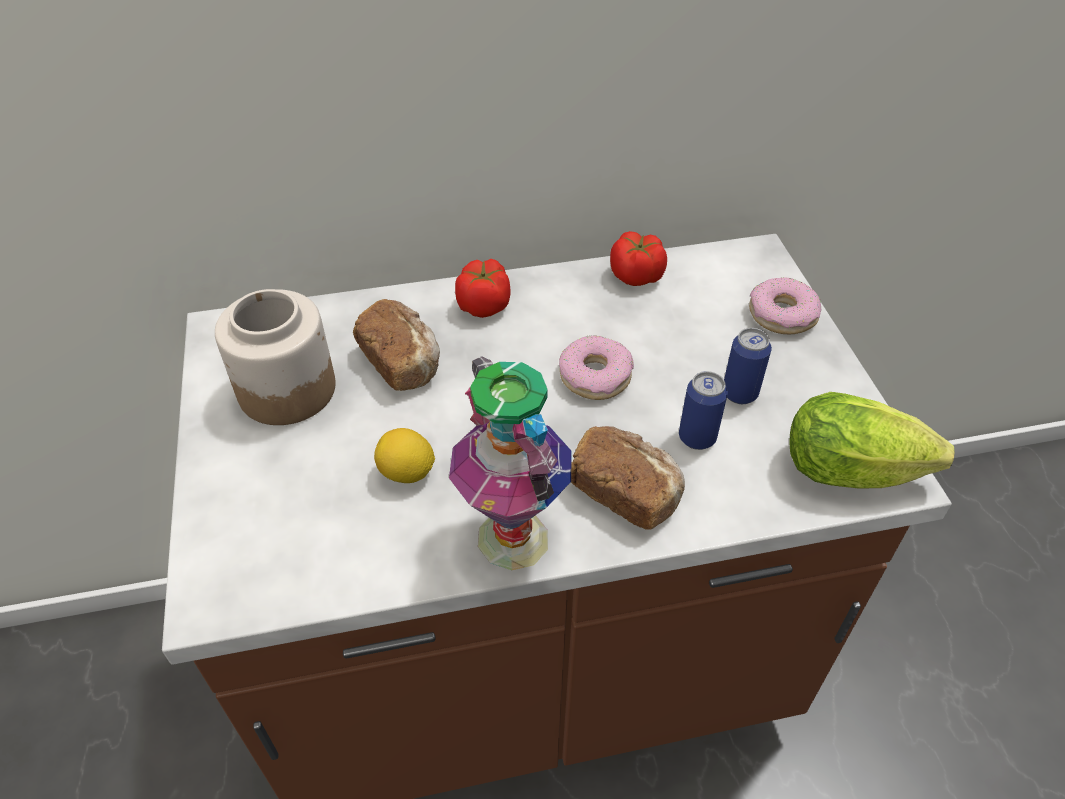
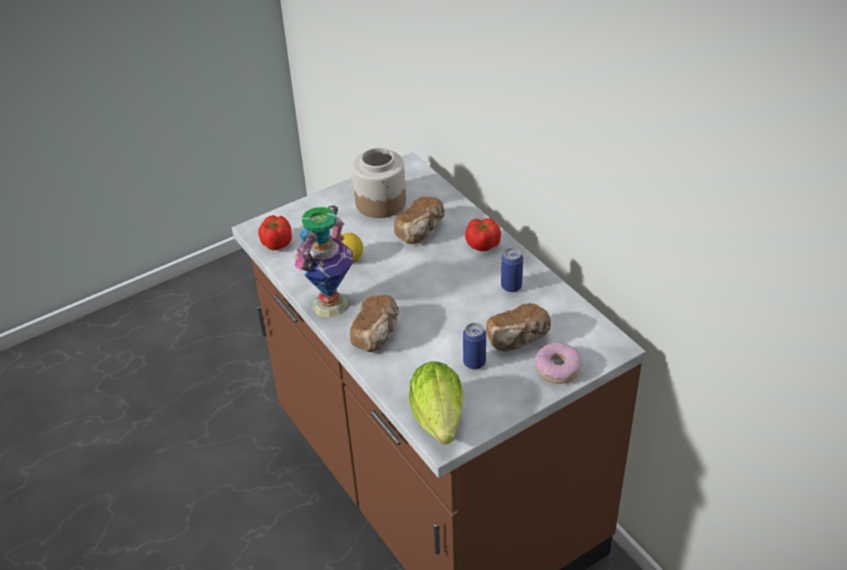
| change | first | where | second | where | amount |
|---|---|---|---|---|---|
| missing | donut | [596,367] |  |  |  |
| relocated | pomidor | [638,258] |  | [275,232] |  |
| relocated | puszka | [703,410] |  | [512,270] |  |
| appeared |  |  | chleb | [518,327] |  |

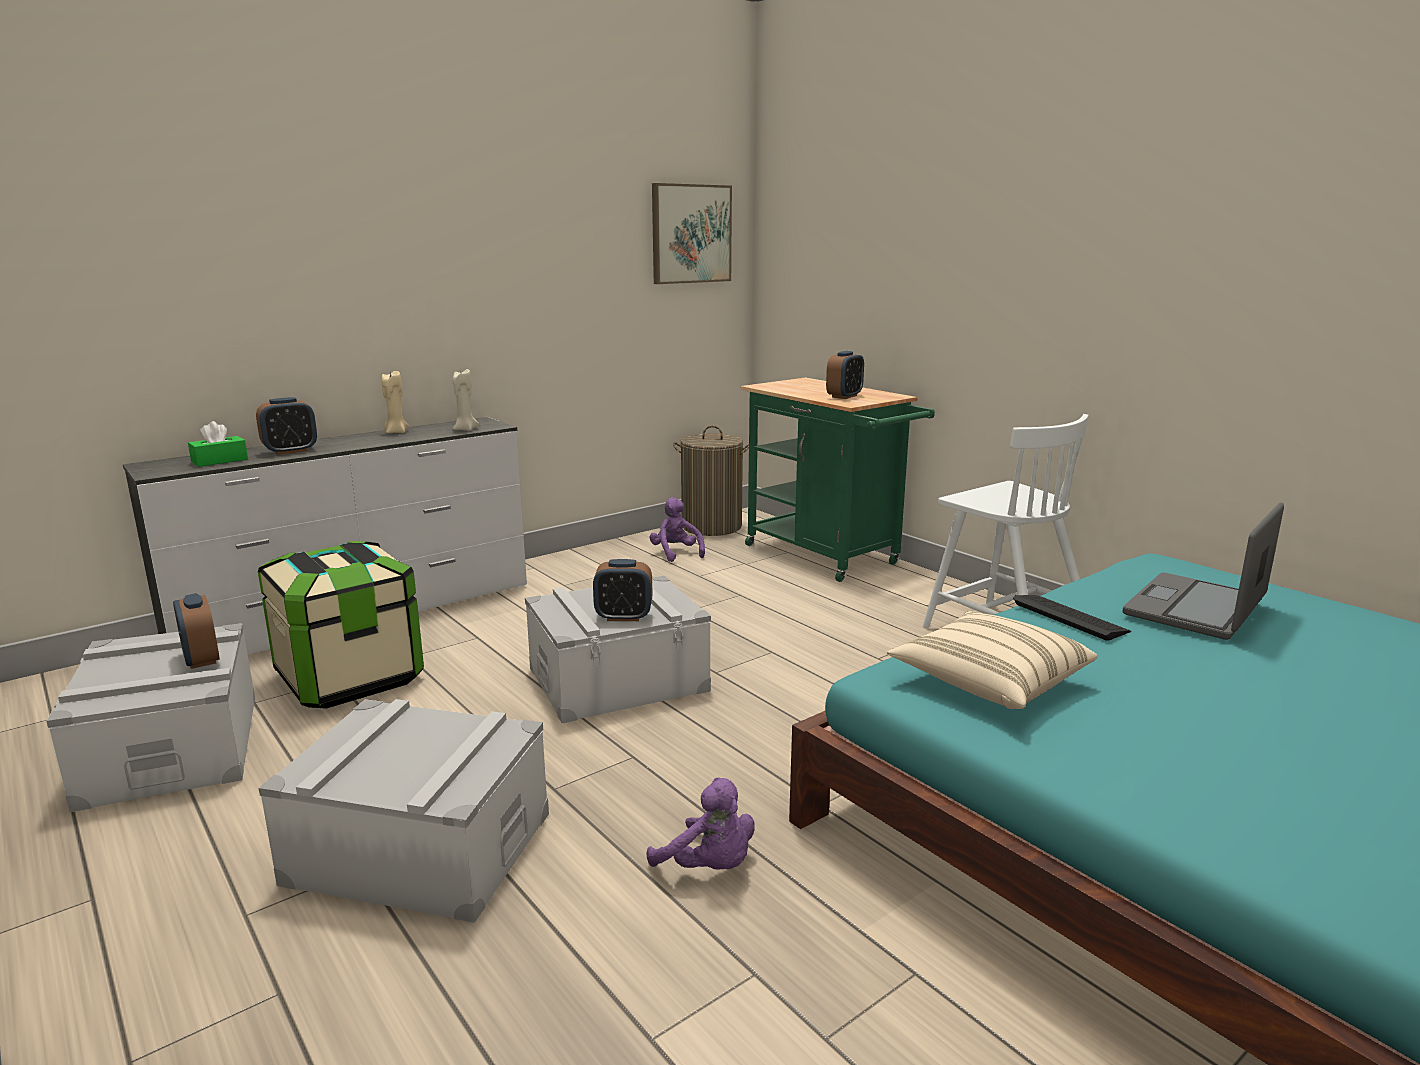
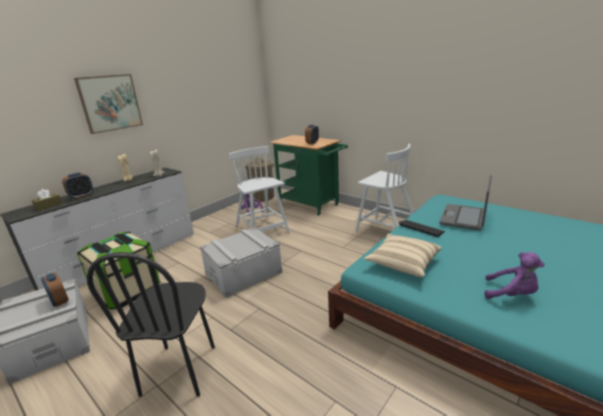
| change | first | where | second | where | amount |
|---|---|---|---|---|---|
| colour | pudełko chusteczek (zielony) | [218,444] | pudełko chusteczek (brązowy) | [47,200] |  |
| exchanged | pojemnik do przechowywania (szary) | [403,811] | krzesło (czarny) | [151,324] |  |
| missing | budzik | [623,590] |  |  |  |
| relocated | pluszak (fioletowy) | [701,823] |  | [514,275] |  |
| relocated | obraz | [692,233] |  | [108,104] |  |
| appeared |  |  | krzesło (biały) | [259,189] |  |

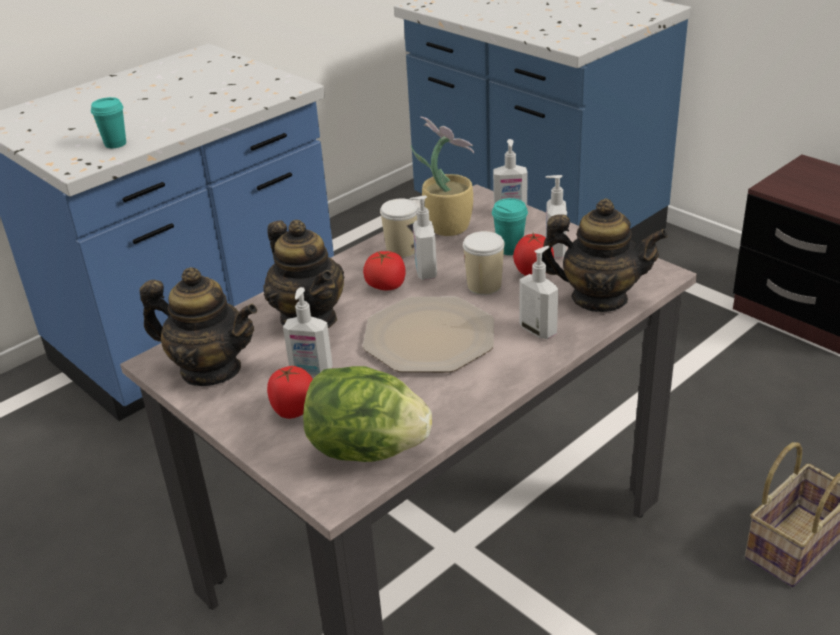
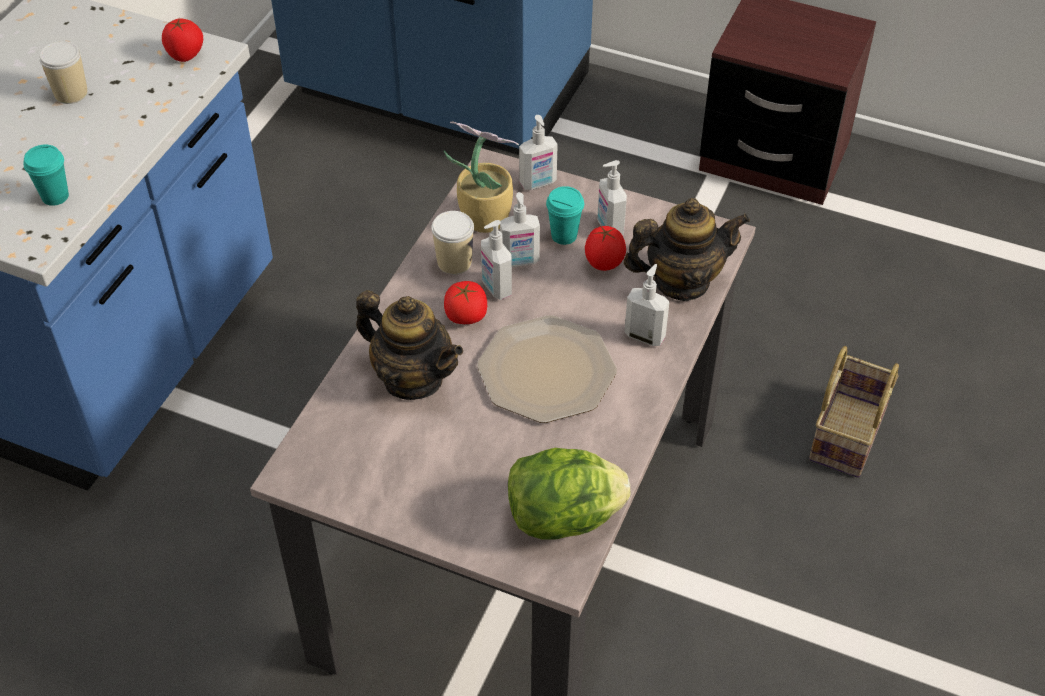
| change | first | where | second | where | amount |
|---|---|---|---|---|---|
| missing | imbryk | [198,326] |  |  |  |
| relocated | pomidor | [290,392] |  | [182,40] |  |
| relocated | dozownik mydła | [308,332] |  | [520,229] |  |
| relocated | filiżanka | [484,263] |  | [63,72] |  |

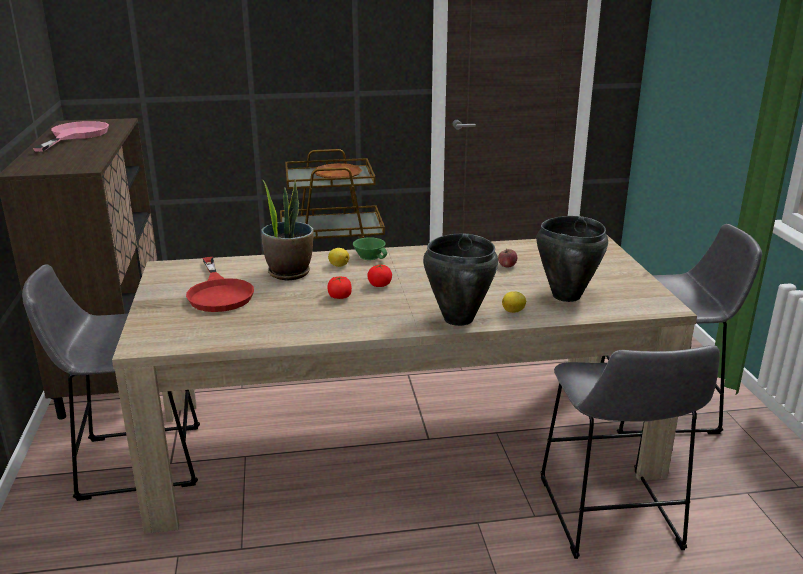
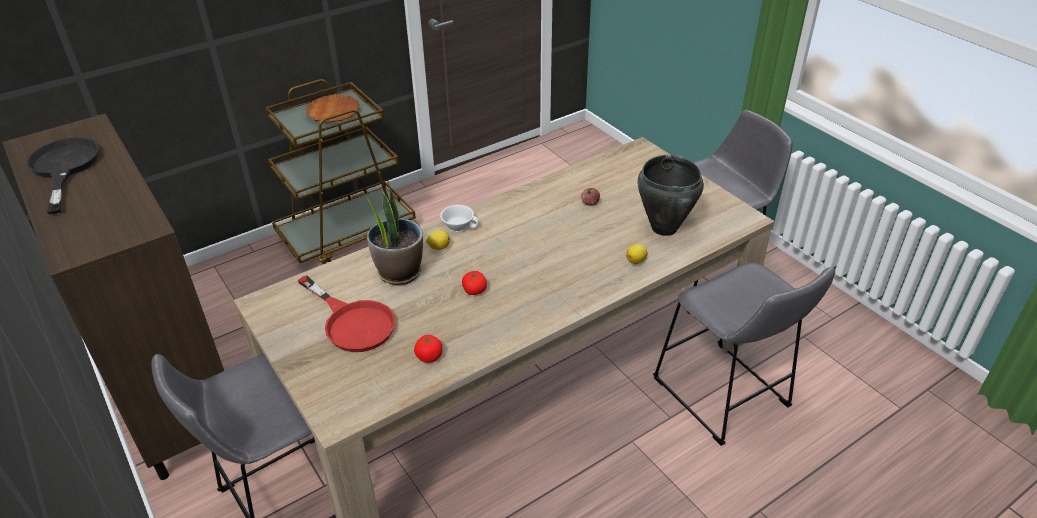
| change | first | where | second | where | amount |
|---|---|---|---|---|---|
| colour | patelnia (różowy) | [71,136] | patelnia (czarny) | [63,175] |  |
| colour | filiżanka (zielony) | [370,248] | filiżanka (biały) | [459,218] |  |
| relocated | pomidor | [379,276] |  | [428,349] |  |
| missing | garnek (czarny) | [460,279] |  |  |  |

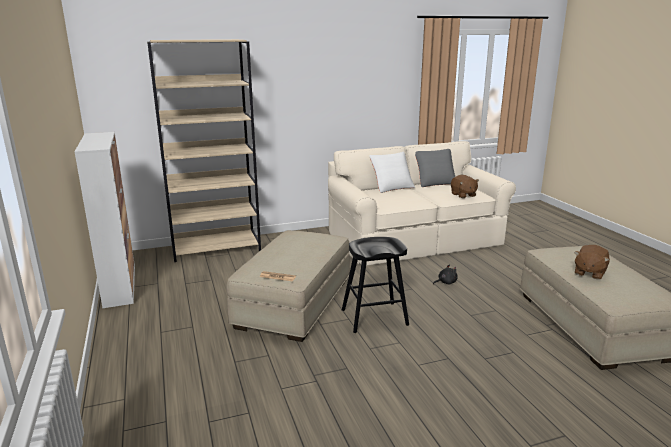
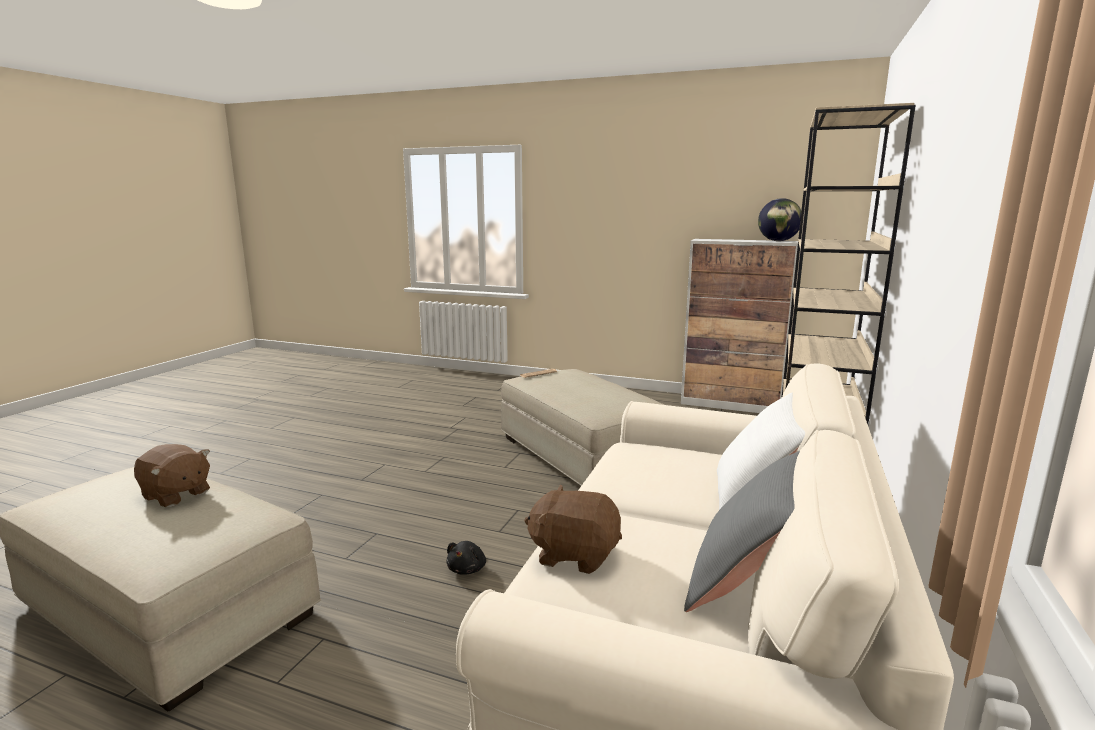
| change | first | where | second | where | amount |
|---|---|---|---|---|---|
| missing | stołek (czarny) | [375,285] |  |  |  |
| spun | pluszak (brązowy) | [592,262] |  | [172,475] | 135 degrees clockwise |
| appeared |  |  | globus | [779,219] |  |

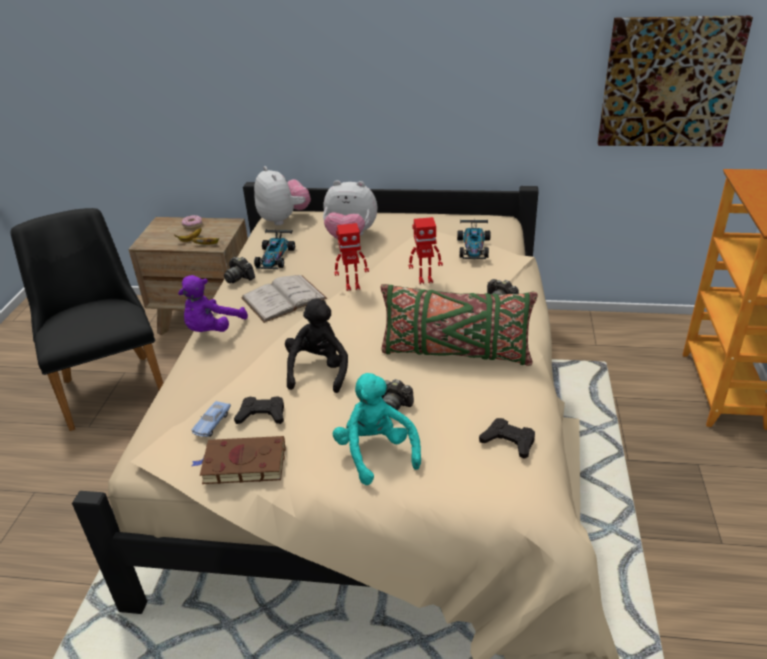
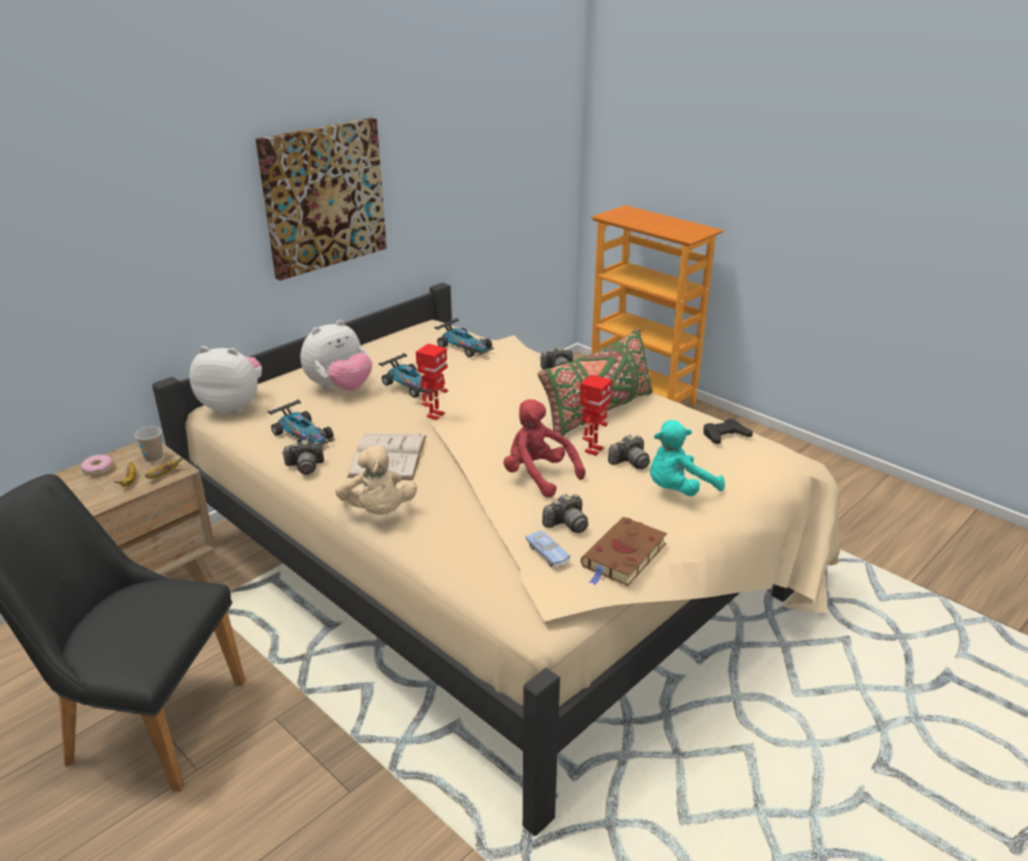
| change | first | where | second | where | amount |
|---|---|---|---|---|---|
| colour | pluszak (fioletowy) | [213,303] | pluszak (beżowy) | [376,480] |  |
| exchanged | pad do gier (czarny) | [259,410] | aparat fotograficzny | [565,513] |  |
| colour | pluszak (czarny) | [316,346] | pluszak (czerwony) | [544,448] |  |
| spun | pluszak (turkusowy) | [377,429] |  | [687,458] | 45 degrees counterclockwise |
| relocated | robot zabawkowy | [426,250] |  | [596,415] |  |
| relocated | obraz | [675,81] |  | [321,199] |  |
| appeared |  |  | filiżanka | [149,444] |  |
| appeared |  |  | samochodzik | [410,375] |  |

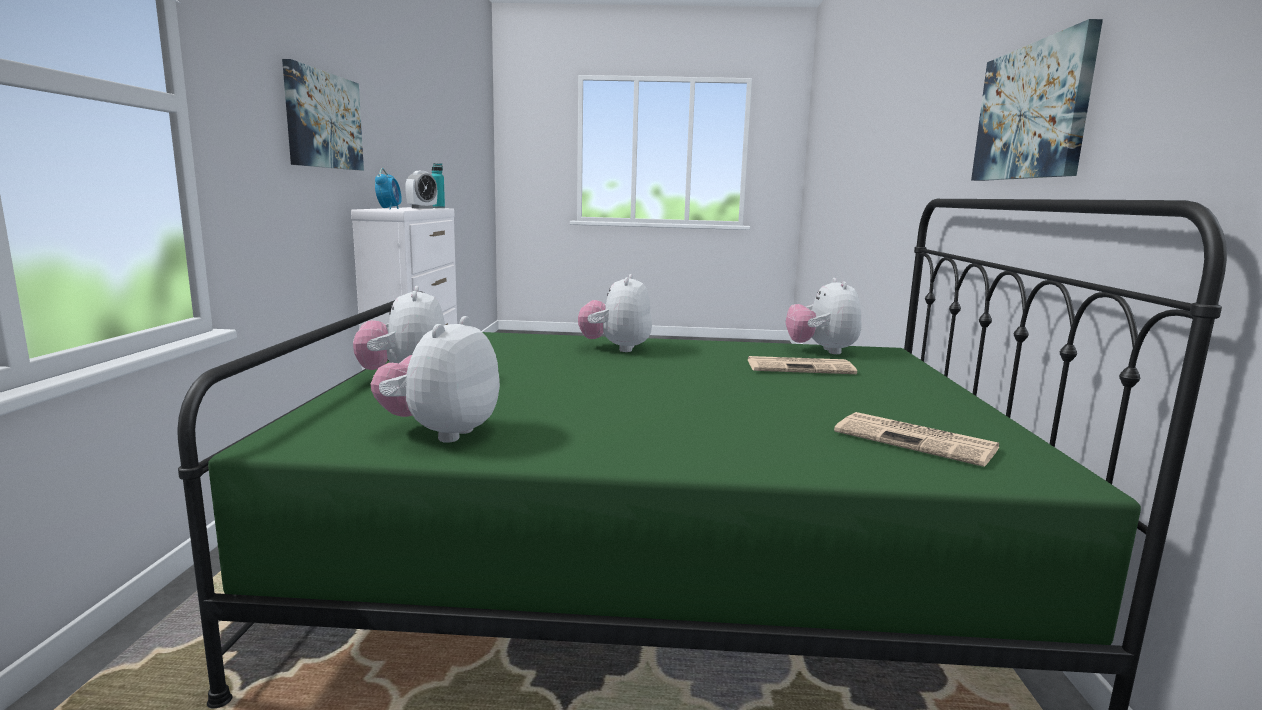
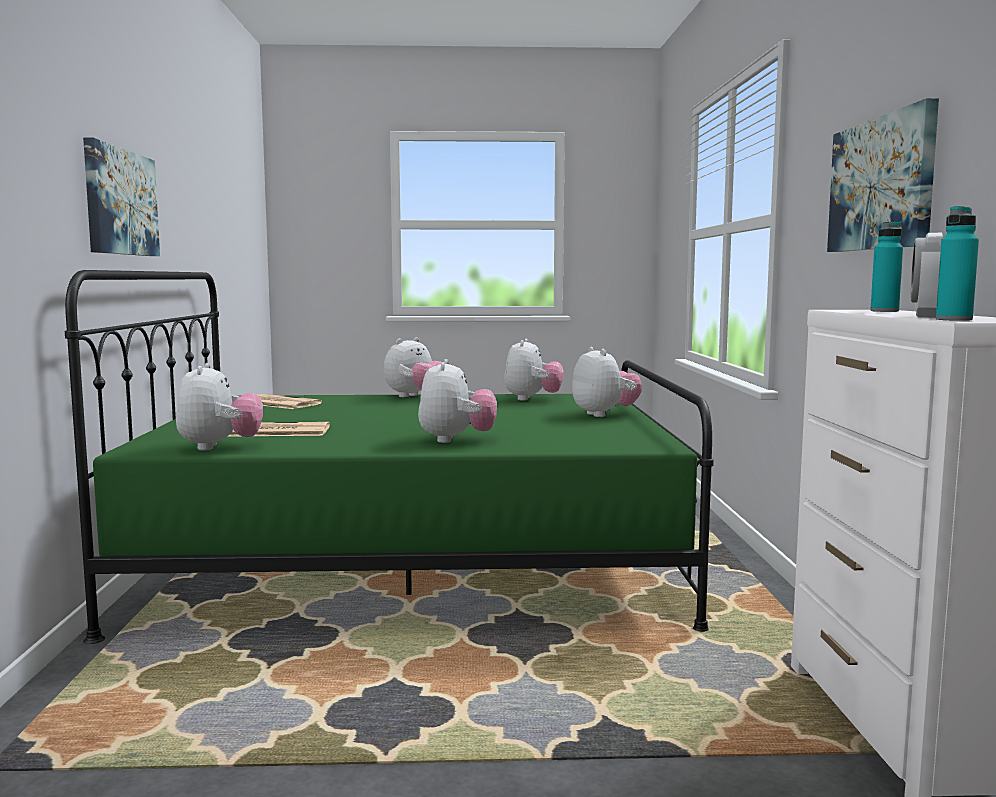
| change | first | where | second | where | amount |
|---|---|---|---|---|---|
| exchanged | budzik | [388,189] | butelka (turkusowy) | [886,266] |  |
| appeared |  |  | pluszak | [412,367] |  |

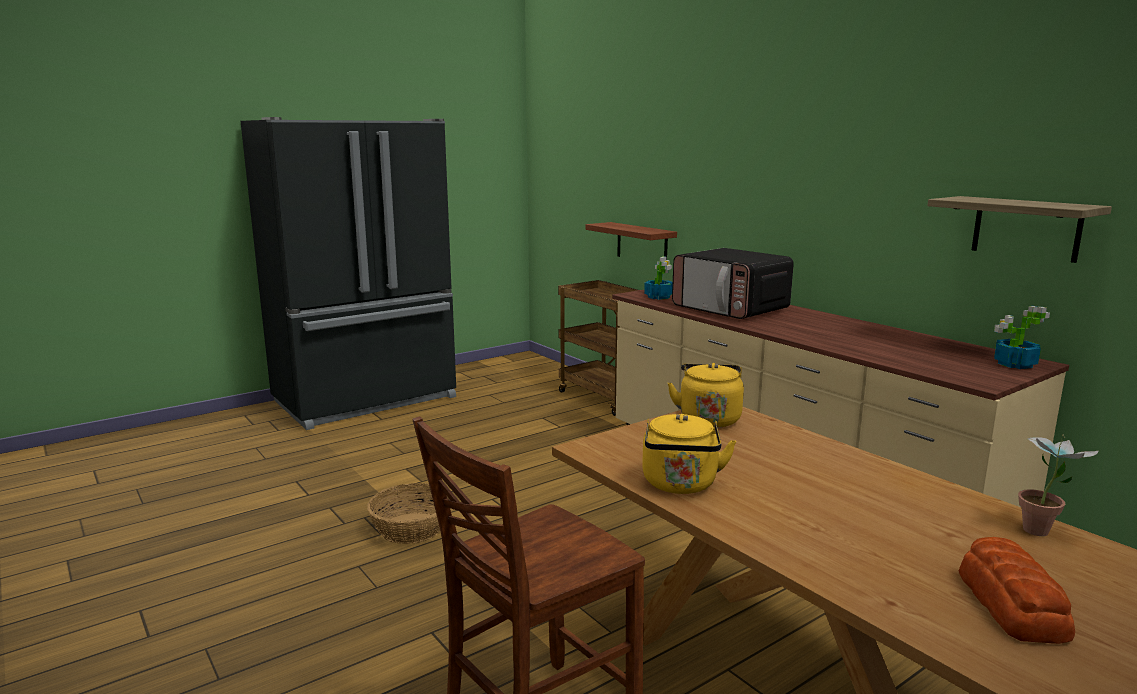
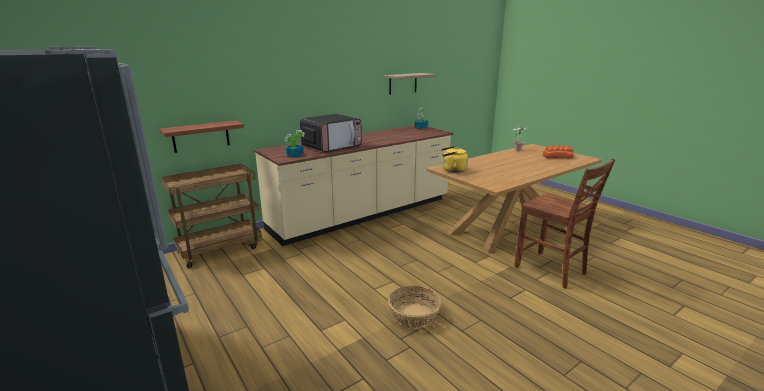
| change | first | where | second | where | amount |
|---|---|---|---|---|---|
| missing | czajnik (żółty) | [689,454] |  |  |  |

